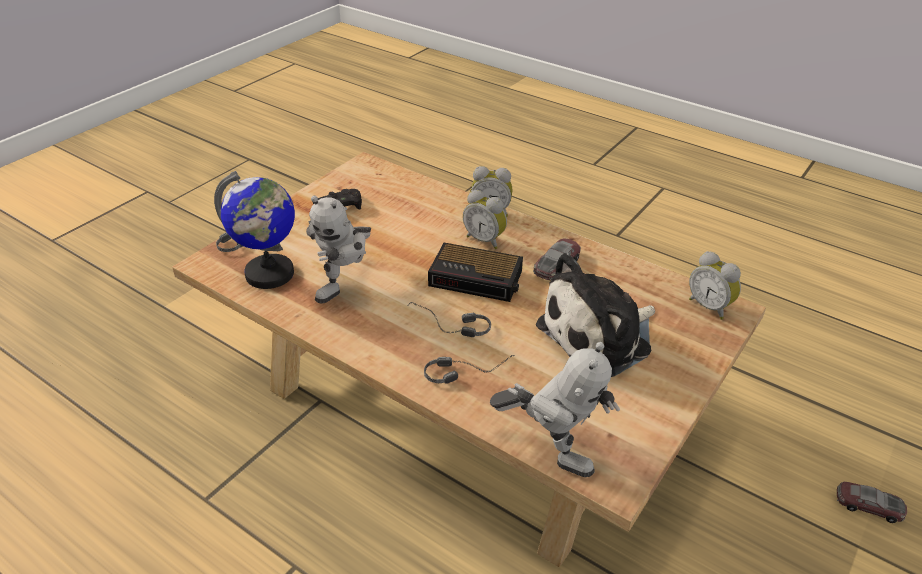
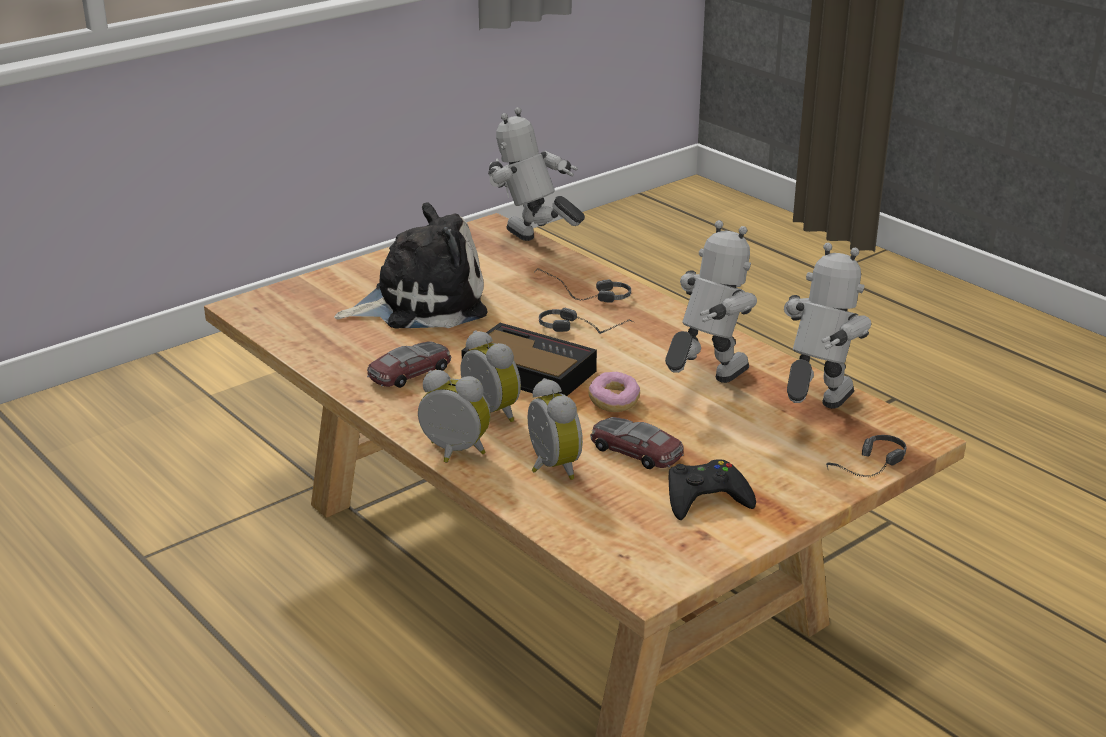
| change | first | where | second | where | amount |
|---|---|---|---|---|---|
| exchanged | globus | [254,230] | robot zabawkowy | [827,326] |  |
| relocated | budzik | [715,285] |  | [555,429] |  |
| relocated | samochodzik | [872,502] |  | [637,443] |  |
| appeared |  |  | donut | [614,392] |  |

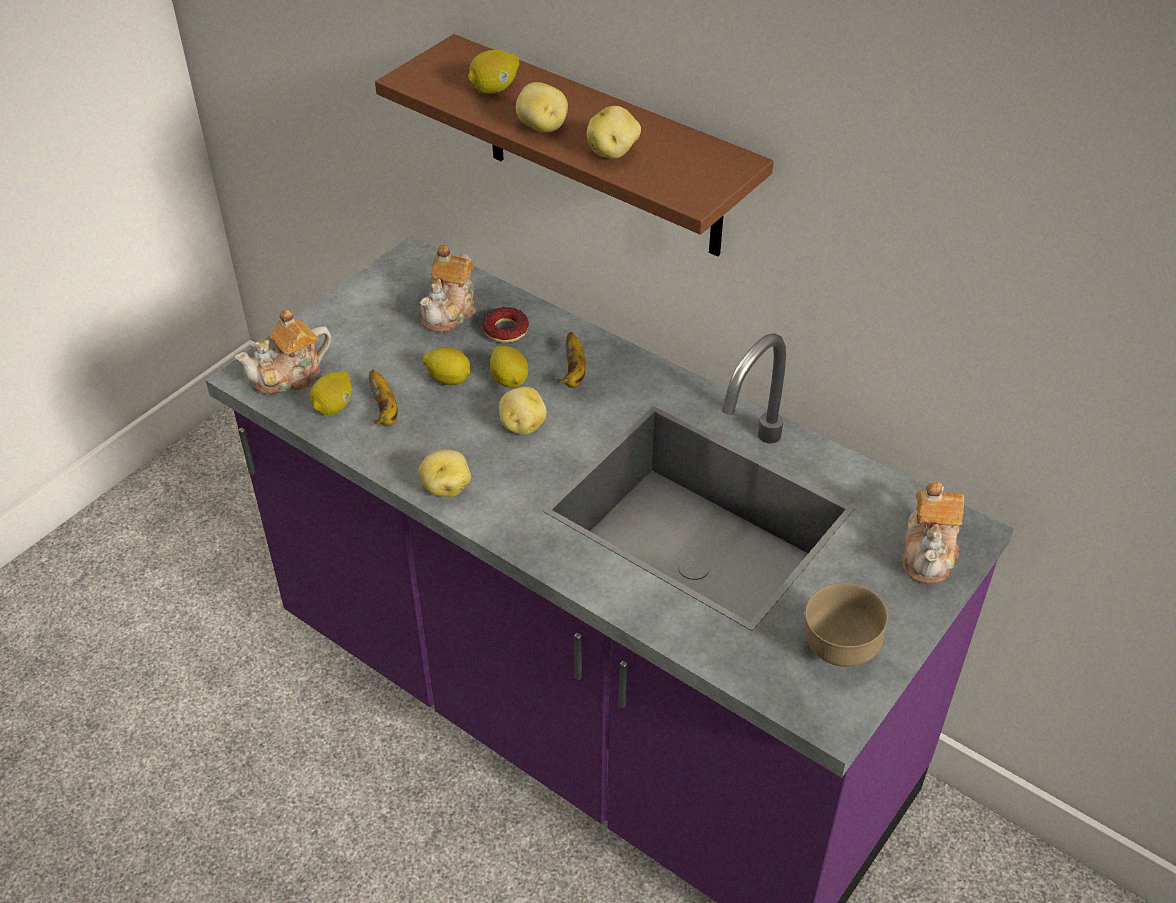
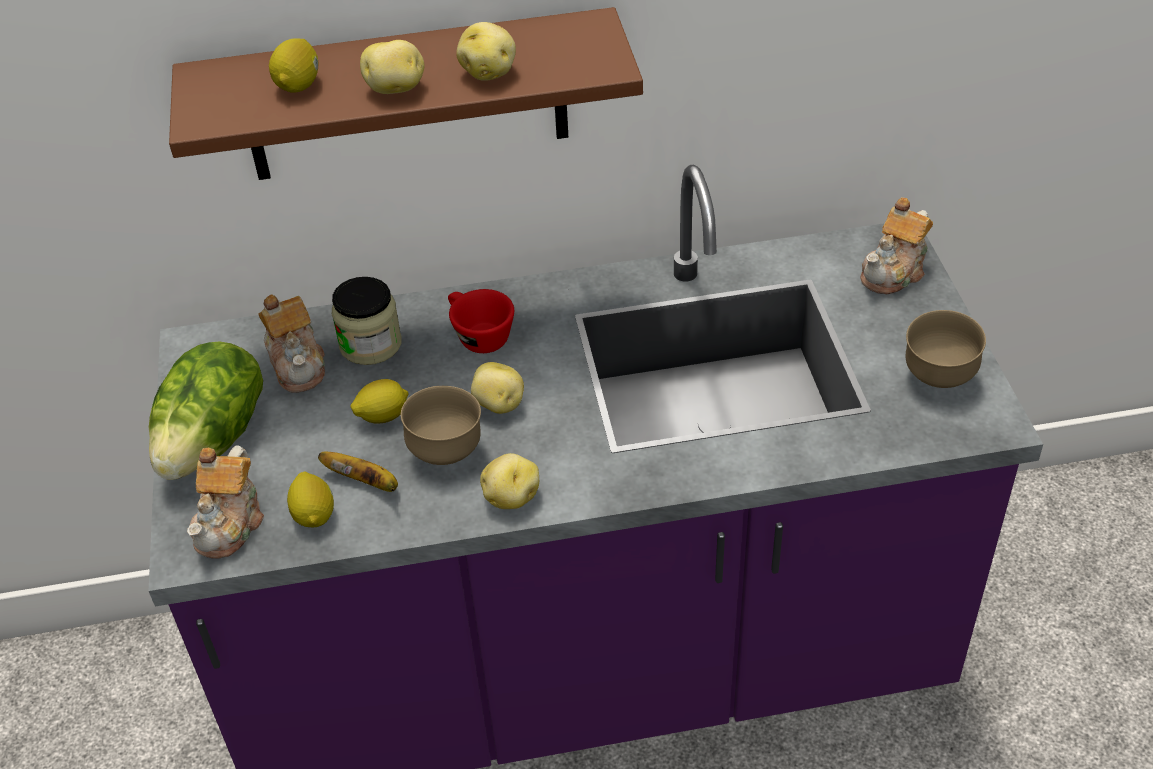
| change | first | where | second | where | amount |
|---|---|---|---|---|---|
| exchanged | donut | [505,325] | słoik | [367,321] |  |
| missing | cytryna | [509,367] |  |  |  |
| exchanged | banan | [571,360] | filiżanka (czerwony) | [481,321] |  |
| spun | imbryk | [933,533] |  | [897,245] | 75 degrees clockwise |
| appeared |  |  | sałata | [206,411] |  |
| appeared |  |  | miska (brązowy) | [441,425] |  |

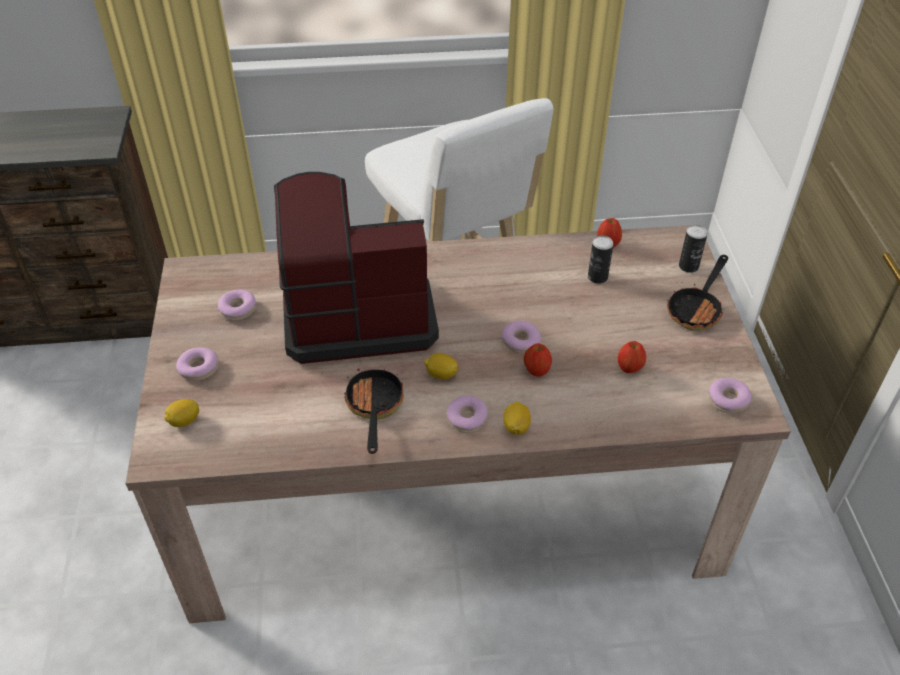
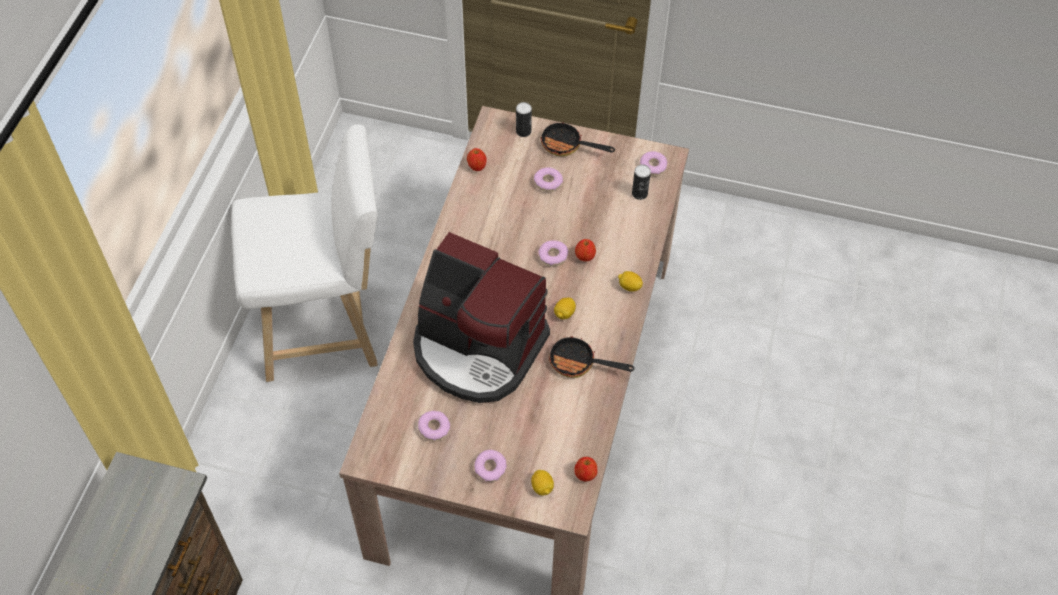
| change | first | where | second | where | amount |
|---|---|---|---|---|---|
| spun | ekspres do kawy | [356,268] |  | [481,317] | 75 degrees counterclockwise |
| relocated | donut | [467,414] |  | [548,179] |  |
| relocated | puszka | [601,259] |  | [641,182] |  |
| relocated | jabłko | [632,357] |  | [585,469] |  |
| spun | patelnia | [697,293] |  | [577,138] | 150 degrees clockwise |

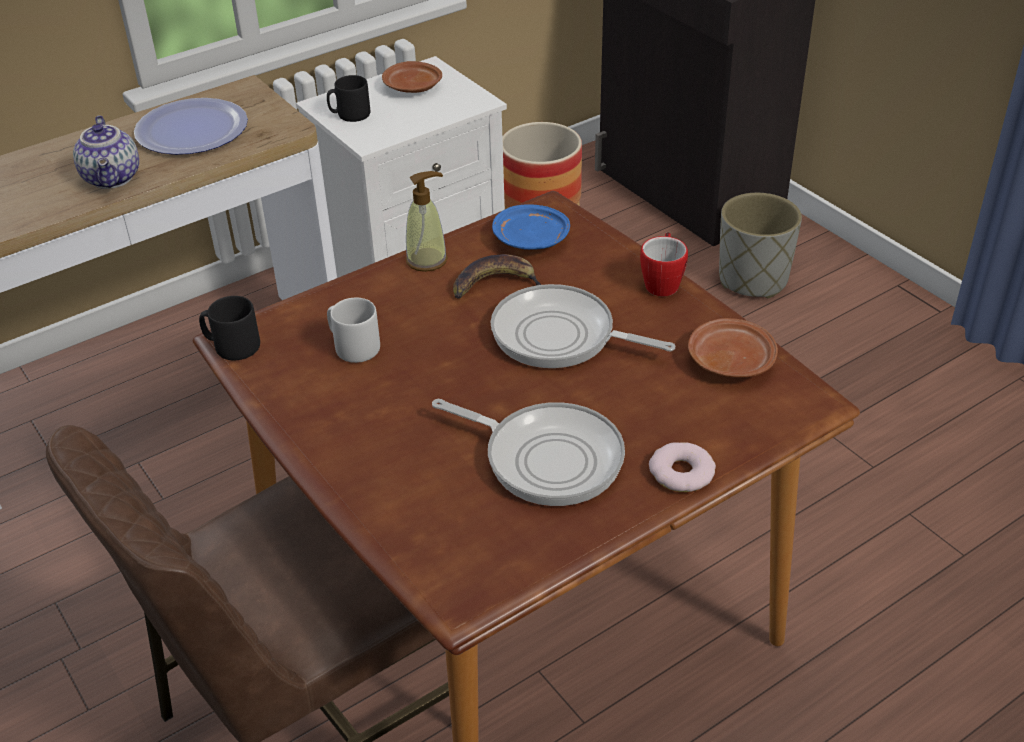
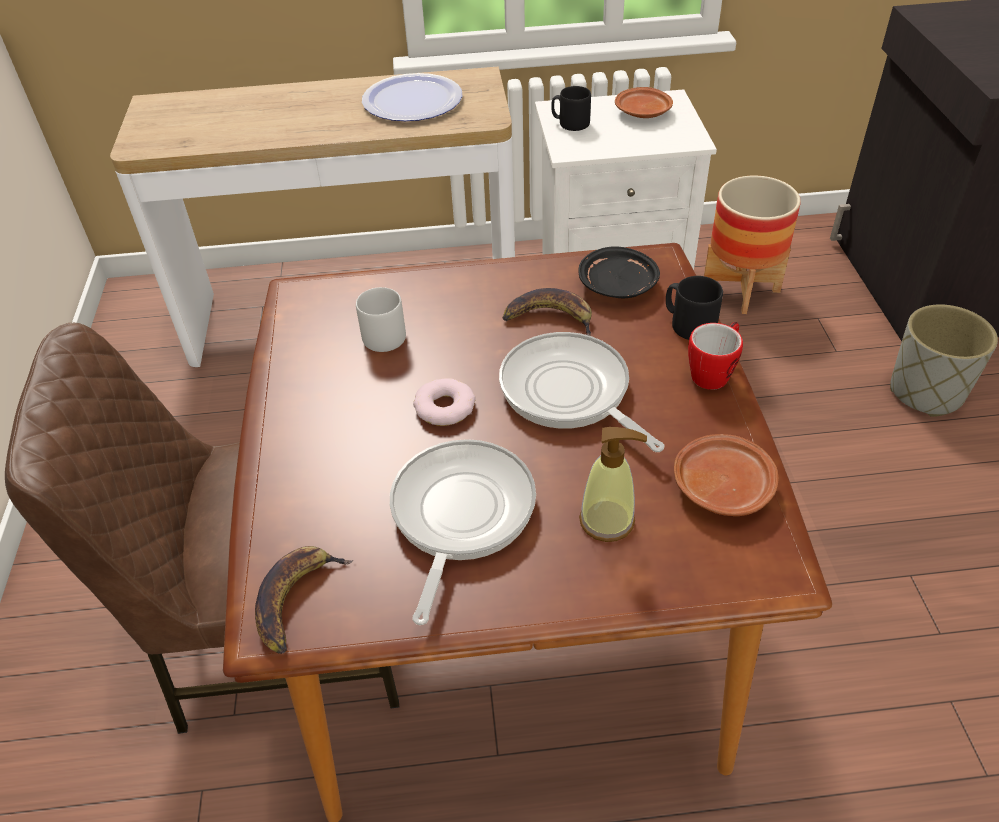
| change | first | where | second | where | amount |
|---|---|---|---|---|---|
| missing | imbryk | [106,152] |  |  |  |
| relocated | kubek (czarny) | [229,328] |  | [694,308] |  |
| relocated | dozownik mydła | [426,221] |  | [613,484] |  |
| spun | patelnia | [528,452] |  | [463,532] | 135 degrees counterclockwise |
| colour | talerz (niebieski) | [531,227] | talerz (czarny) | [619,272] |  |
| relocated | donut | [682,467] |  | [444,402] |  |
| appeared |  |  | banan | [304,600] |  |

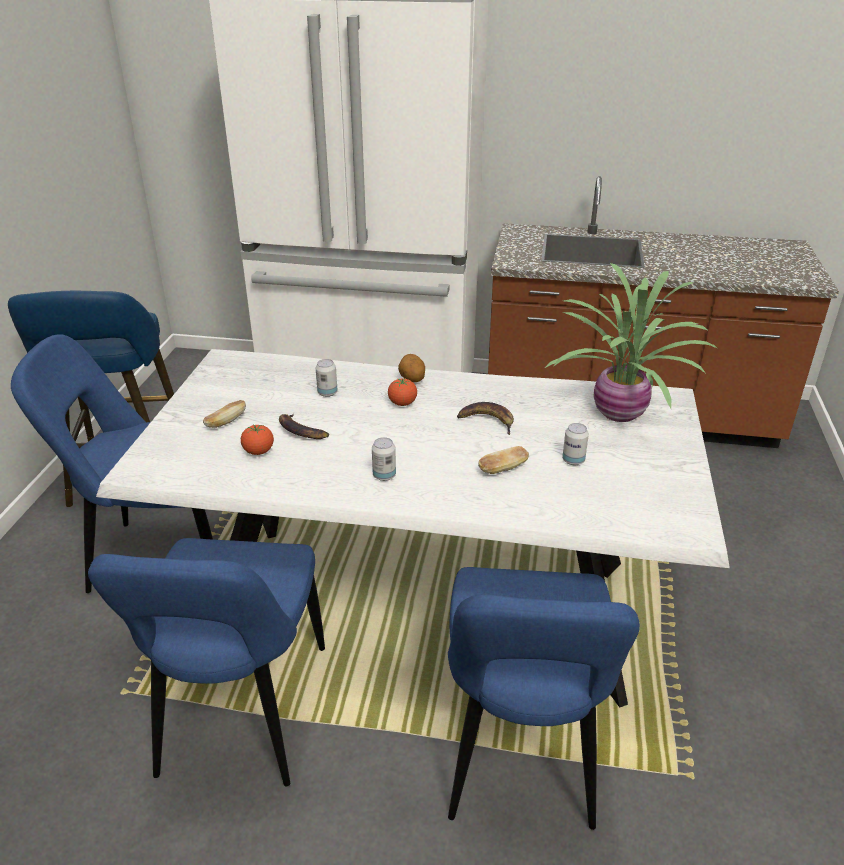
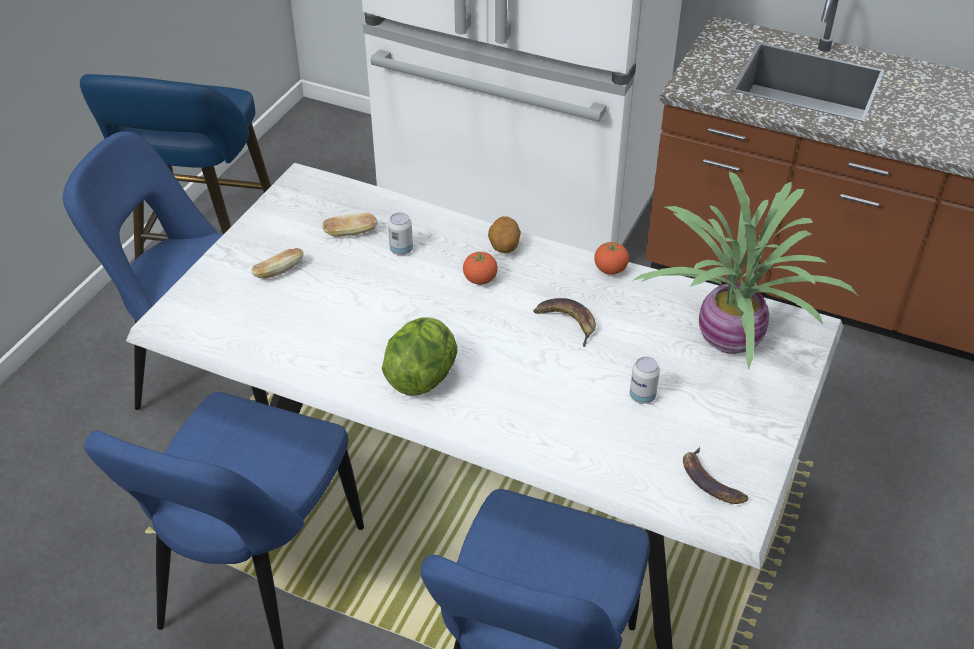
| change | first | where | second | where | amount |
|---|---|---|---|---|---|
| relocated | pomidor | [257,440] |  | [611,258] |  |
| relocated | banan | [304,426] |  | [715,475] |  |
| exchanged | puszka | [384,459] | sałata | [420,356] |  |
| relocated | chleb | [503,460] |  | [350,225] |  |

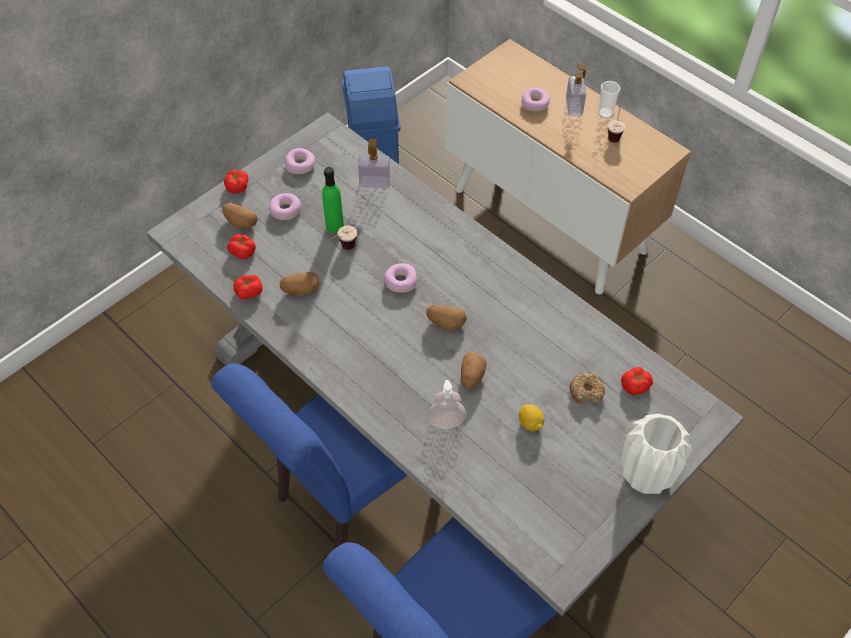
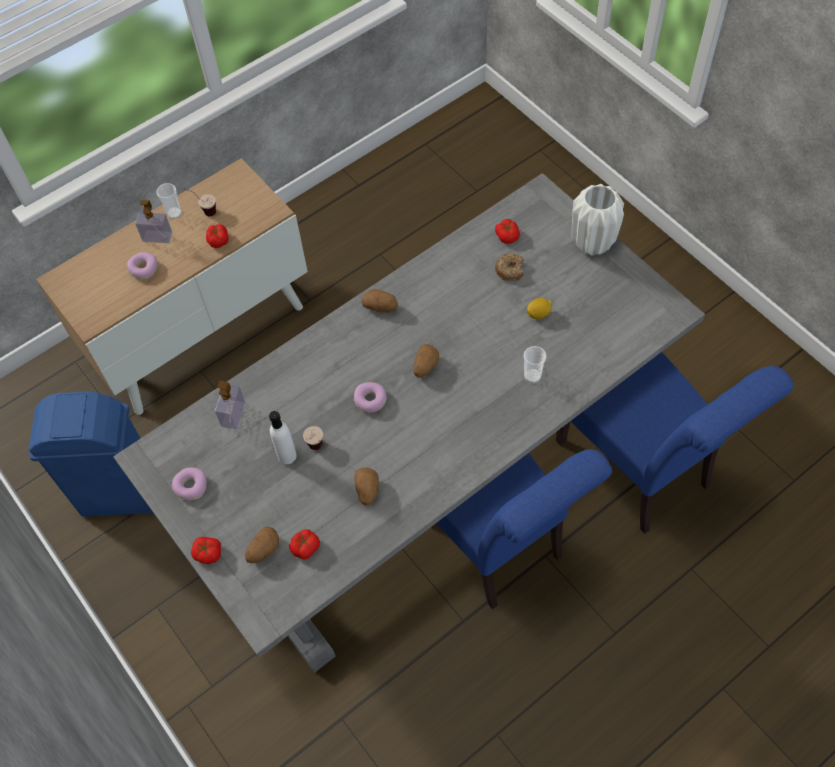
| change | first | where | second | where | amount |
|---|---|---|---|---|---|
| relocated | pomidor | [247,287] |  | [217,236] |  |
| missing | donut | [285,206] |  |  |  |
| colour | butelka (zielony) | [333,200] | butelka (biały) | [283,437] |  |
| exchanged | dozownik mydła | [446,404] | filiżanka | [534,364] |  |
| relocated | ziemniak | [474,370] |  | [379,301] |  |

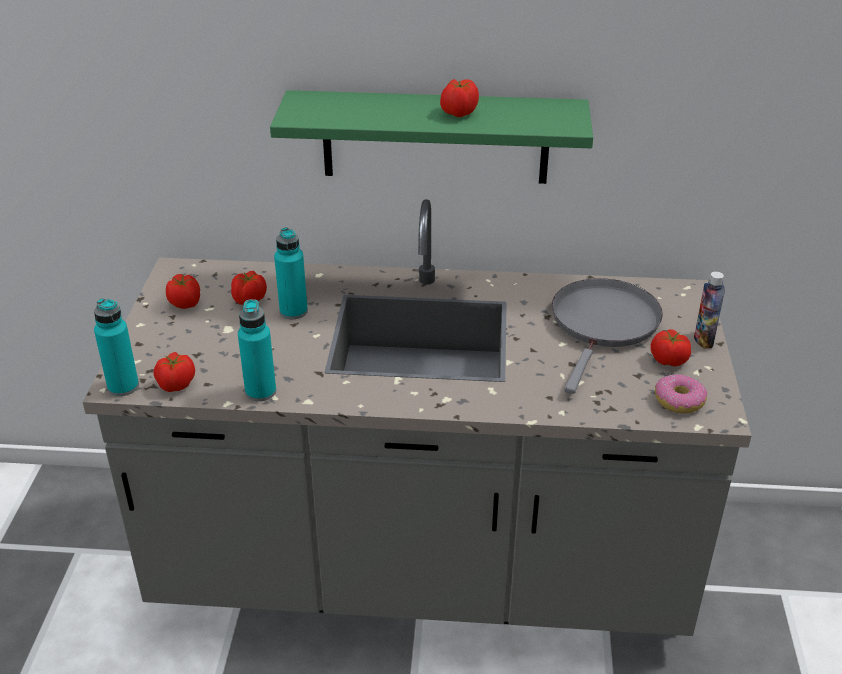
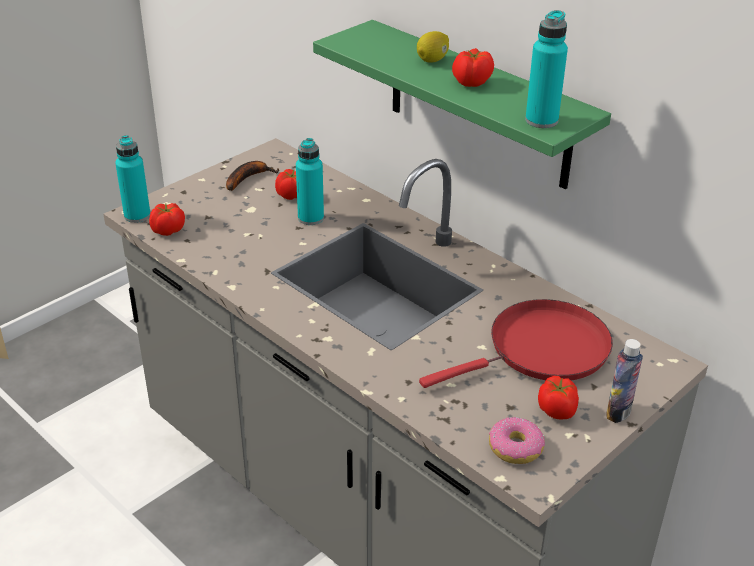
| change | first | where | second | where | amount |
|---|---|---|---|---|---|
| exchanged | pomidor | [183,291] | banan | [252,176] |  |
| relocated | butelka (turkusowy) | [257,350] |  | [546,69] |  |
| colour | patelnia (szary) | [607,336] | patelnia (czerwony) | [516,343] |  |
| appeared |  |  | cytryna | [433,47] |  |

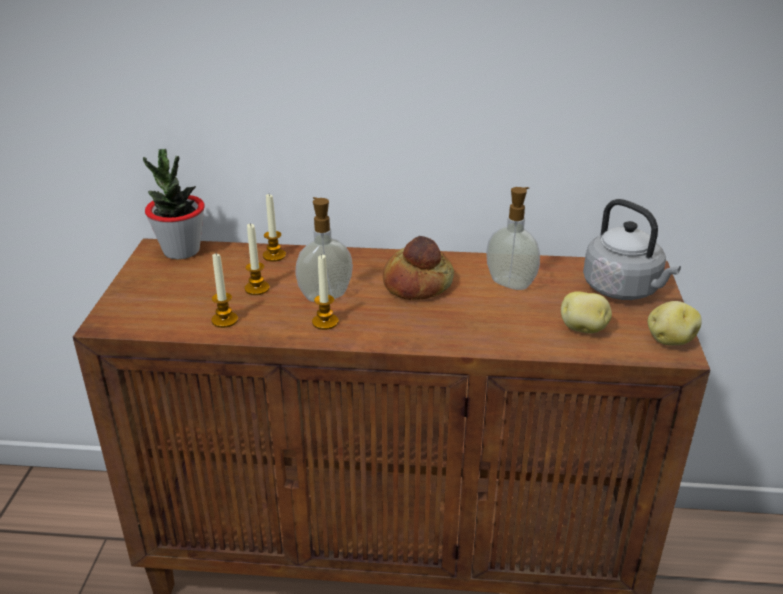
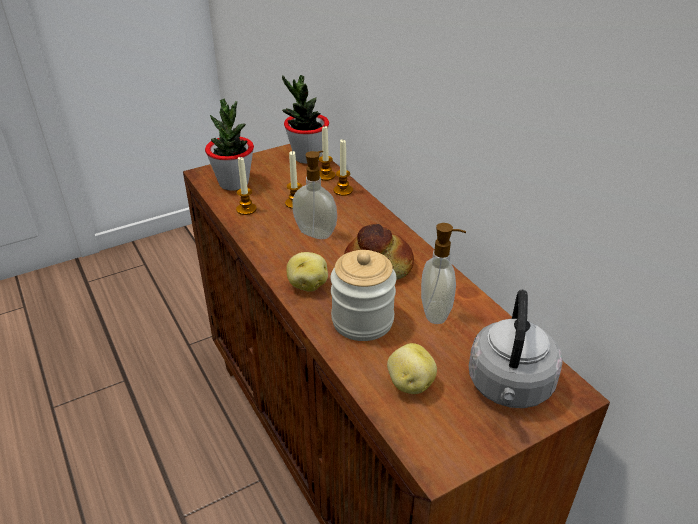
| change | first | where | second | where | amount |
|---|---|---|---|---|---|
| relocated | świeca | [325,292] |  | [327,153] |  |
| relocated | ziemniak | [675,323] |  | [307,272] |  |
| appeared |  |  | roślina doniczkowa | [229,144] |  |
| appeared |  |  | słoik | [363,295] |  |

